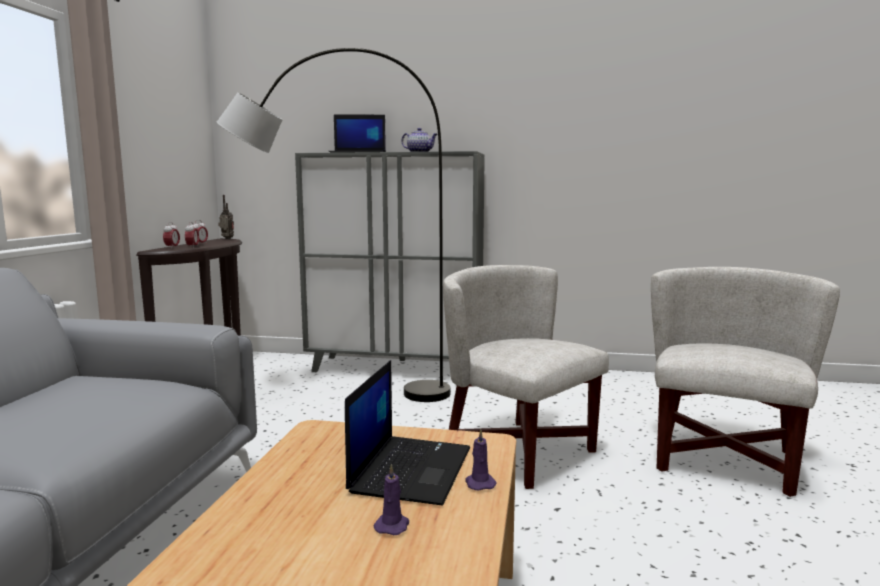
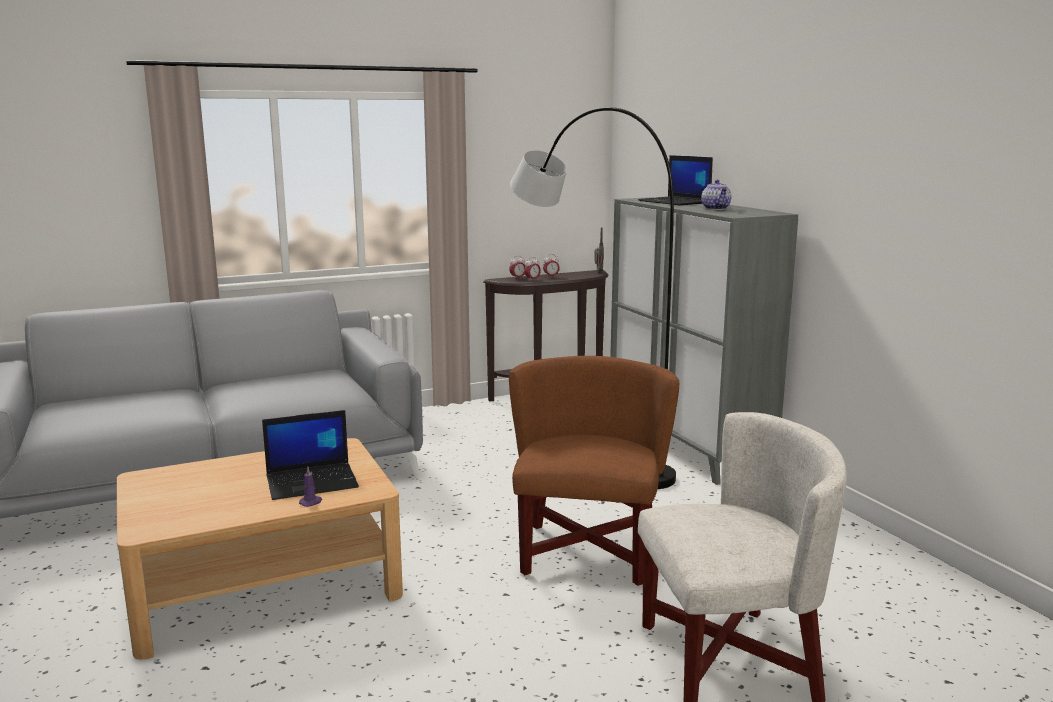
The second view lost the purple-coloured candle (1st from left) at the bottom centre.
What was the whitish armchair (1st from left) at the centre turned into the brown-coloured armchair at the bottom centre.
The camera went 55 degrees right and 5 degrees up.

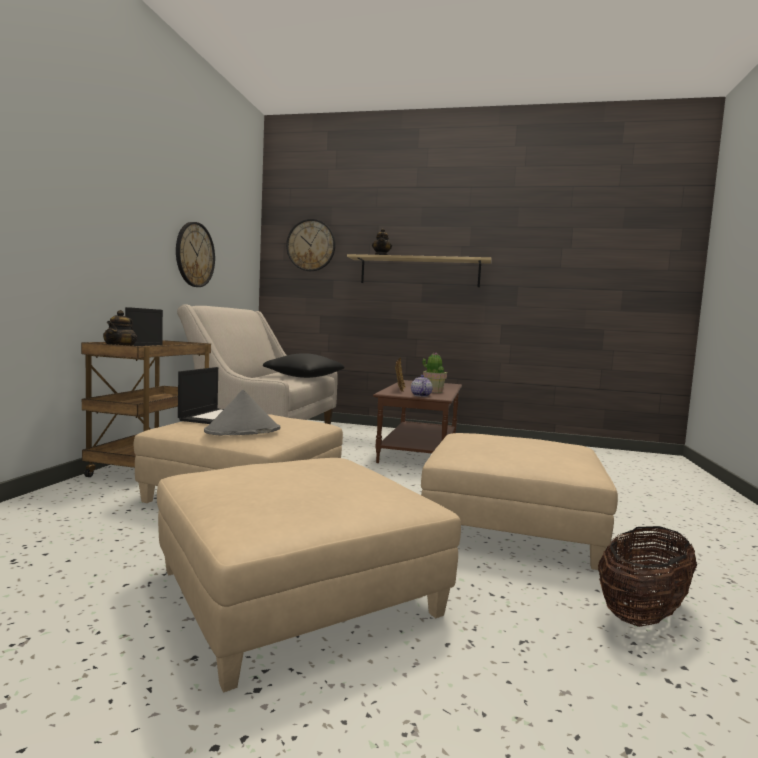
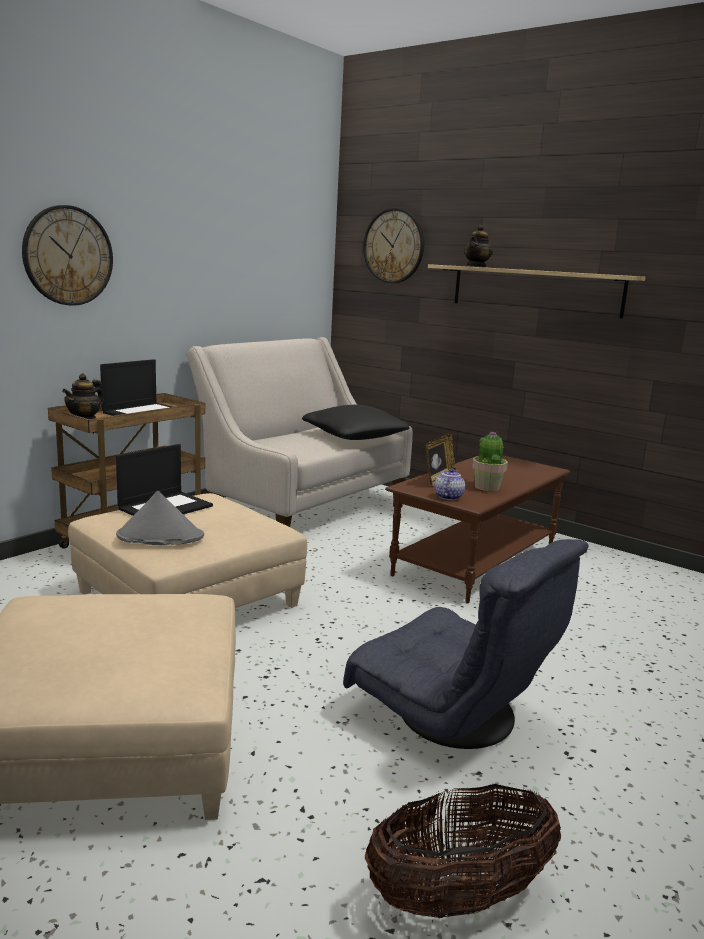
The clock on the wall (1st from left) ended up elsewhere, having gone from the middle left to the top left.
Where the beige ottoman (3rd from left) stood at the middle right, the gray armchair came to stand at the bottom centre.
The camera went 25 degrees right and 10 degrees up.

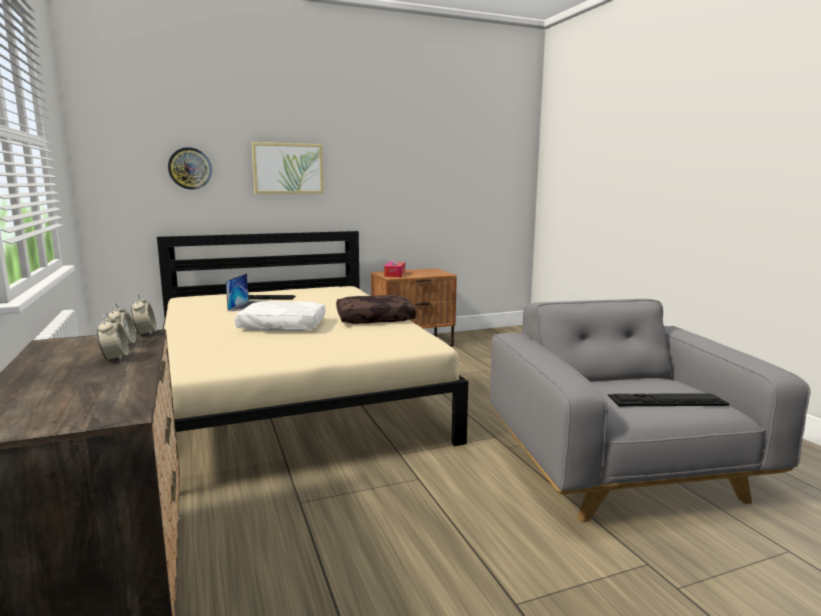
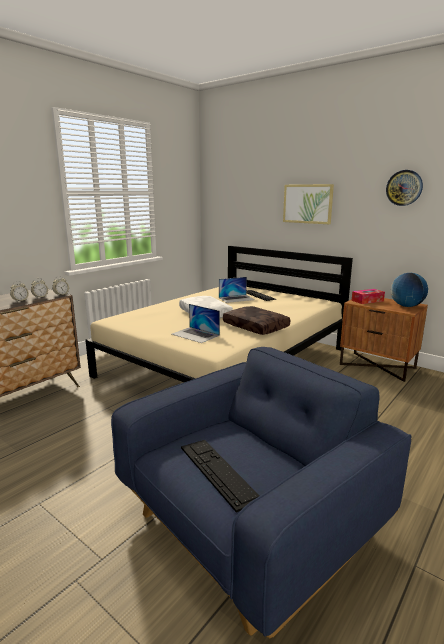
The second view gained the portable computer (1st from left) at the centre.
The second view gained the globe at the middle right.
The clock on the wall ended up elsewhere, having gone from the top left to the top right.
What was the gray armchair at the middle right turned into the blue armchair at the bottom centre.
The camera went 60 degrees right and 5 degrees up.

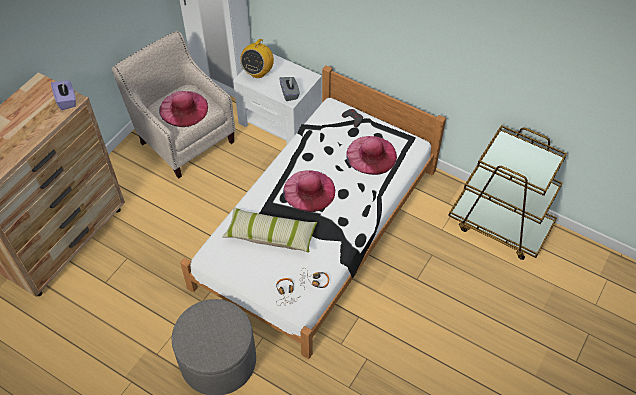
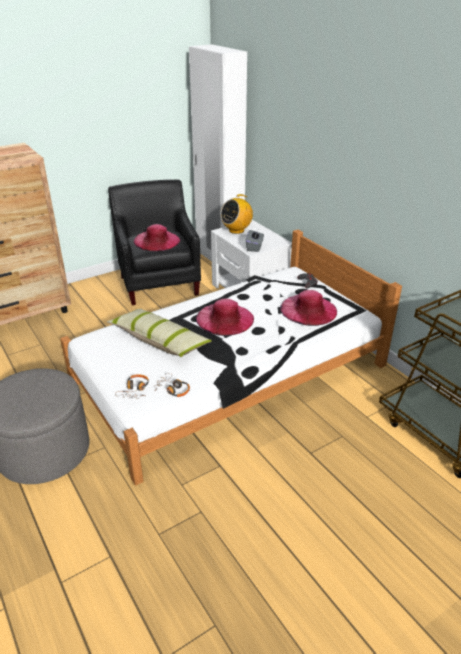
The second view lost the purple-coloured tissue box at the top left.
What was the beige armchair at the top left turned into the black-coloured armchair at the centre.
The camera went 25 degrees right and 20 degrees down.

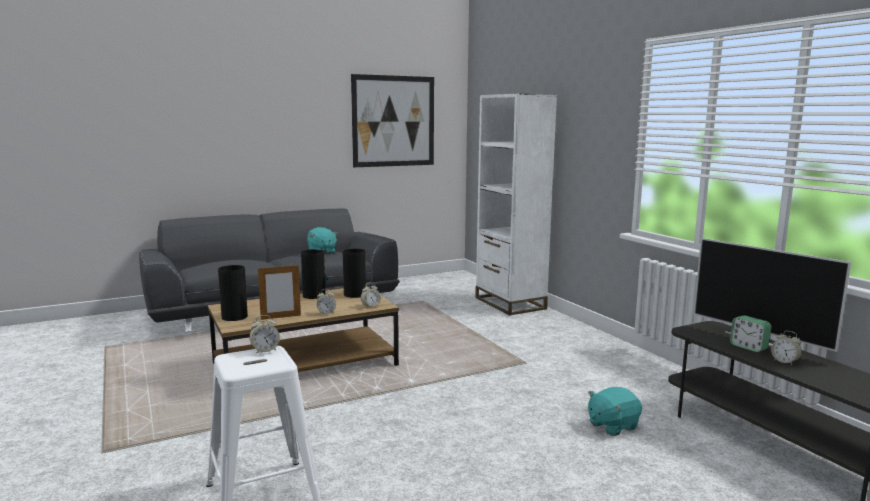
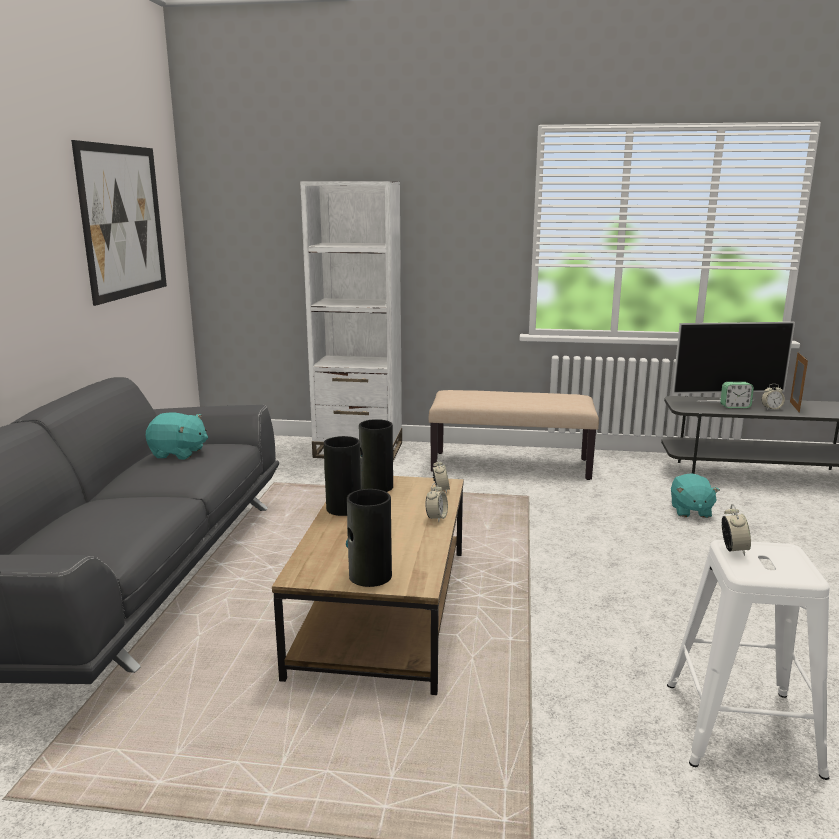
The second view gained the beige indoor bench at the centre.
The standing frame ended up elsewhere, having gone from the middle left to the middle right.
The camera went 55 degrees left and 5 degrees up.

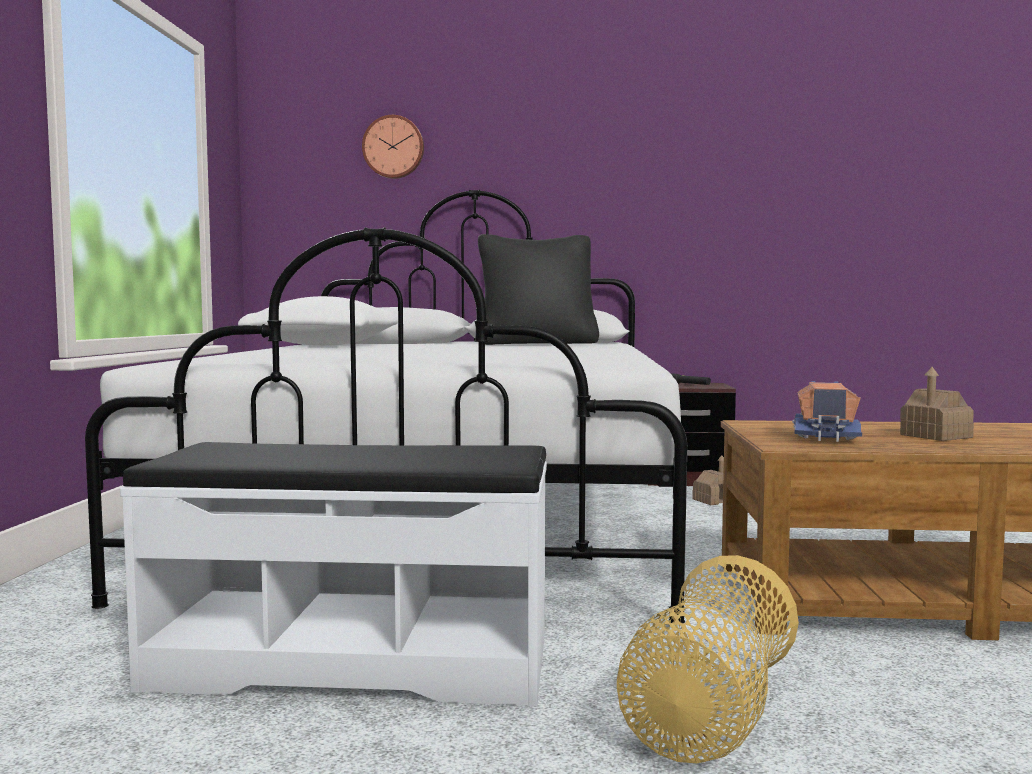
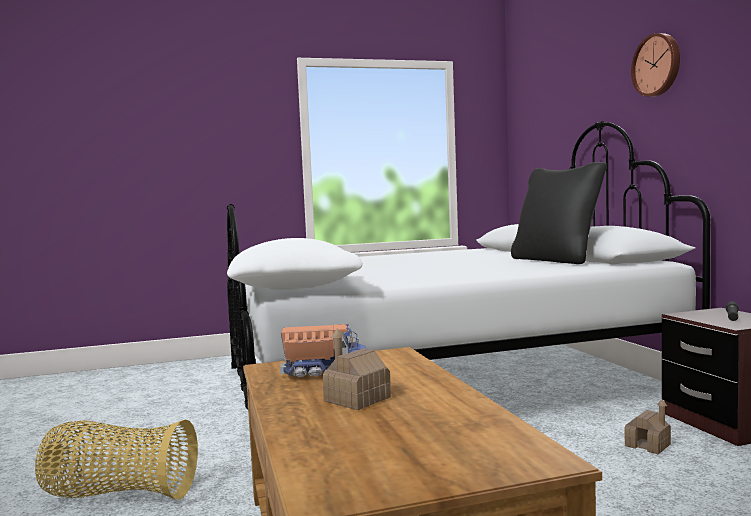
The second view lost the whitish indoor bench at the bottom left.
The whitish throw pillow ended up elsewhere, having gone from the middle left to the centre.
The clock on the wall ended up elsewhere, having gone from the top centre to the top right.
The camera went 70 degrees right and 0 degrees up.

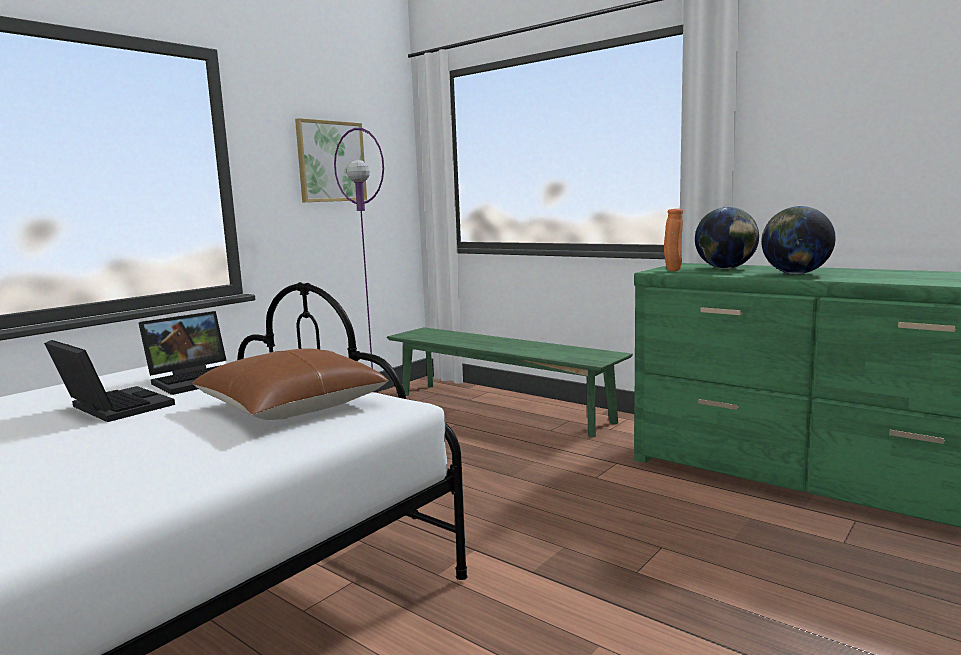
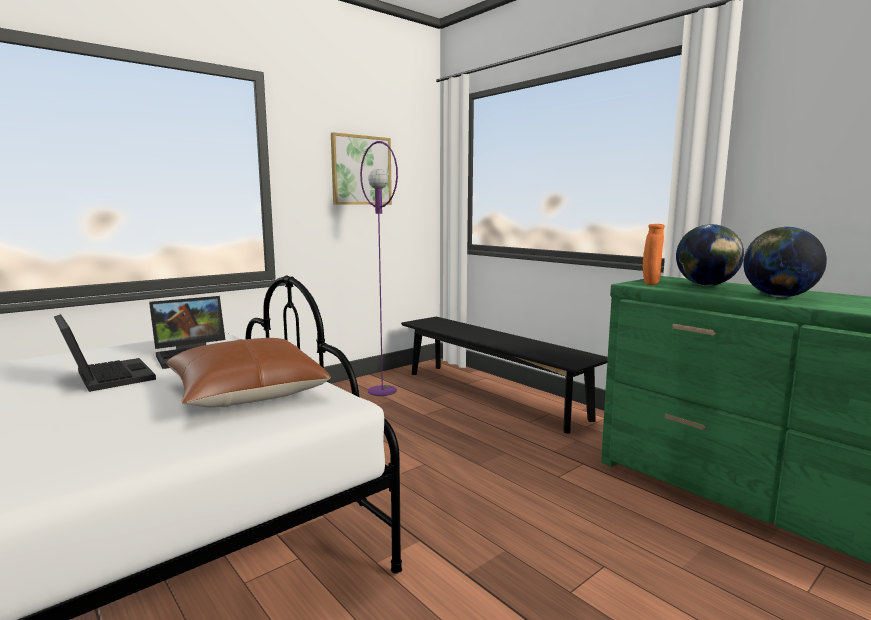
What was the green-coloured indoor bench at the centre turned into the black-coloured indoor bench at the centre.
The camera went 10 degrees right and 0 degrees up.

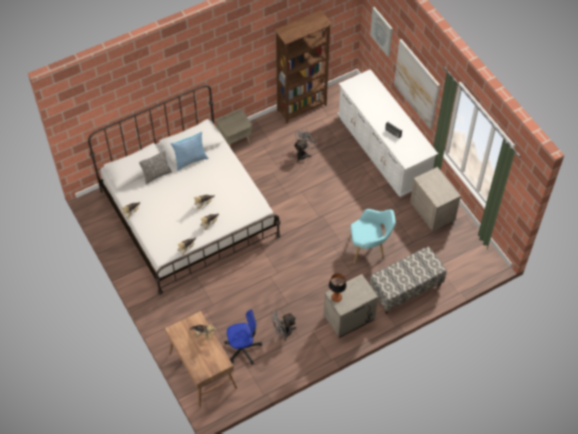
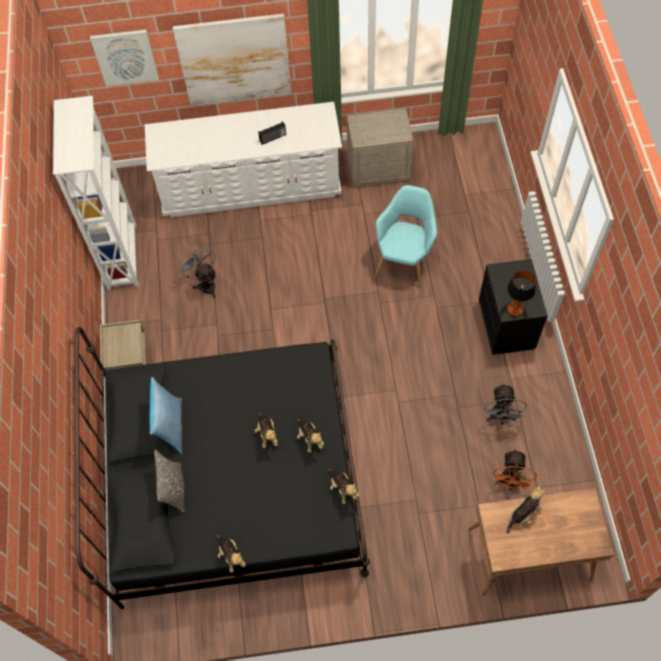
The second view lost the indoor bench at the middle right.
Where the computer chair stood at the bottom centre, the orangey cooling fan came to stand at the bottom right.
What was the whitish sleeping bed at the middle left turned into the black-coloured sleeping bed at the bottom centre.
What was the brown-coloured bookshelf at the top centre turned into the whitish bookshelf at the top left.
What was the beige nightstand (2nd from left) at the bottom centre turned into the black-coloured nightstand at the middle right.
The camera went 65 degrees left and 5 degrees up.

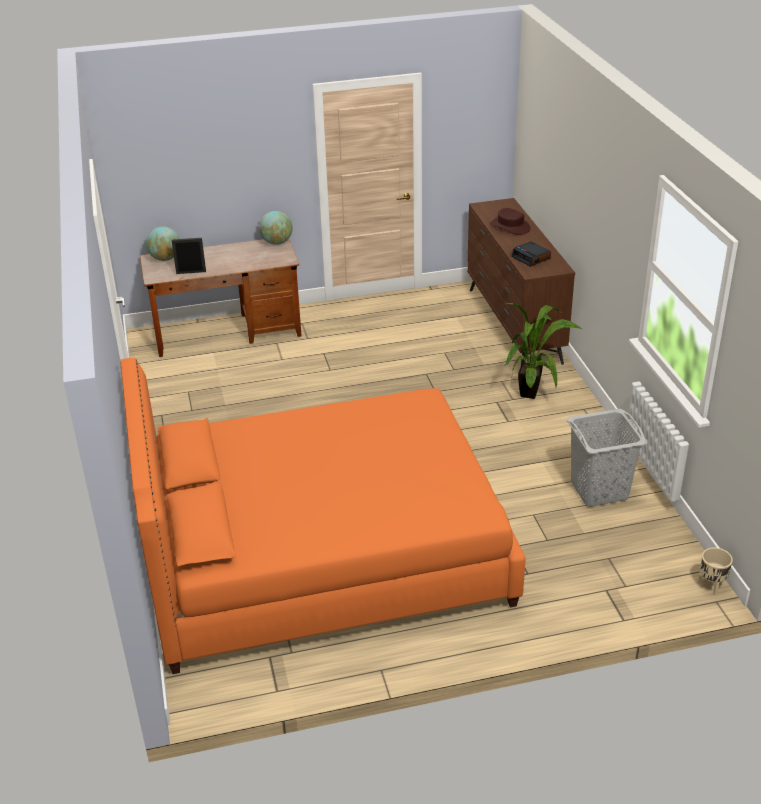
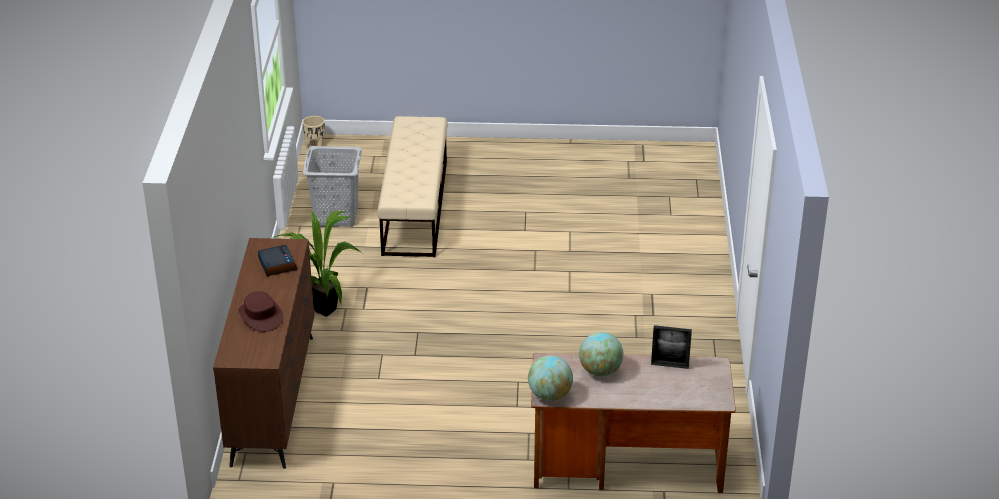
The second view lost the orangey sleeping bed at the centre.
The second view gained the beige indoor bench at the centre.
The globe (1st from left in the first image) ended up elsewhere, having gone from the top left to the bottom centre.
The camera went 165 degrees left and 0 degrees up.

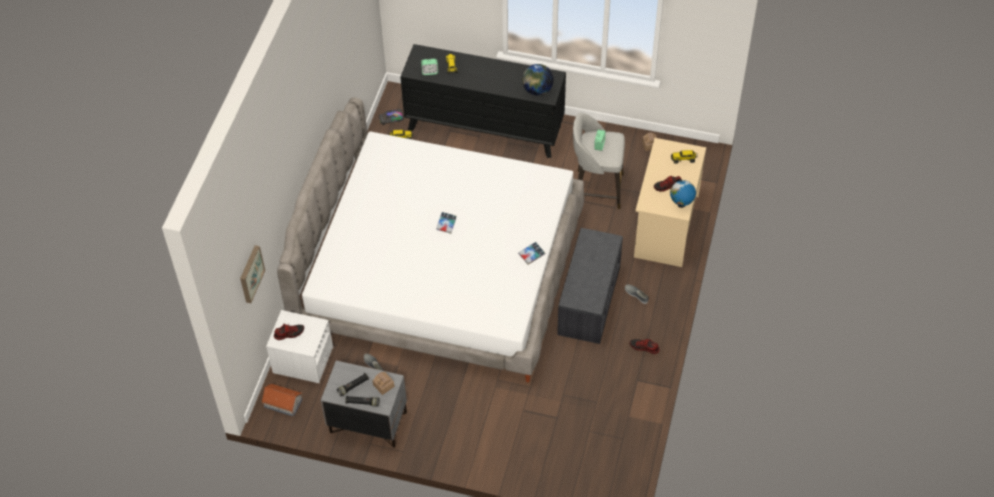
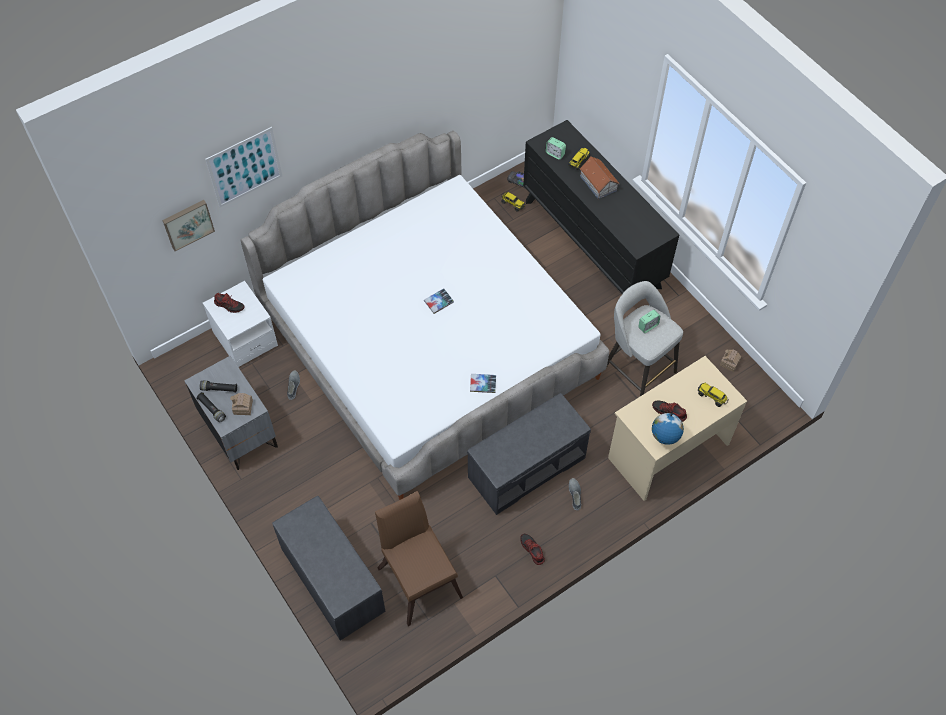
The second view lost the globe (1st from left) at the top centre.
The second view gained the wall picture (2nd from left) at the top left.
The second view gained the gray indoor bench (1st from left) at the bottom centre.
The second view gained the brown-coloured plain chair at the bottom centre.
The miniature house (1st from left in the first image) ended up elsewhere, having gone from the bottom left to the top centre.
The camera went 40 degrees right and 5 degrees up.

